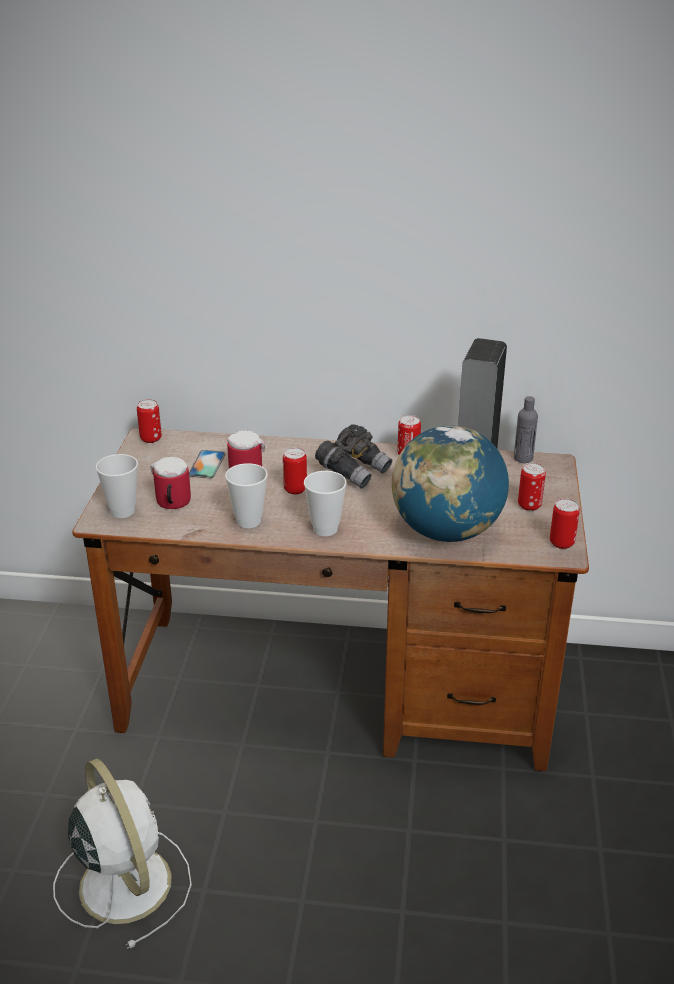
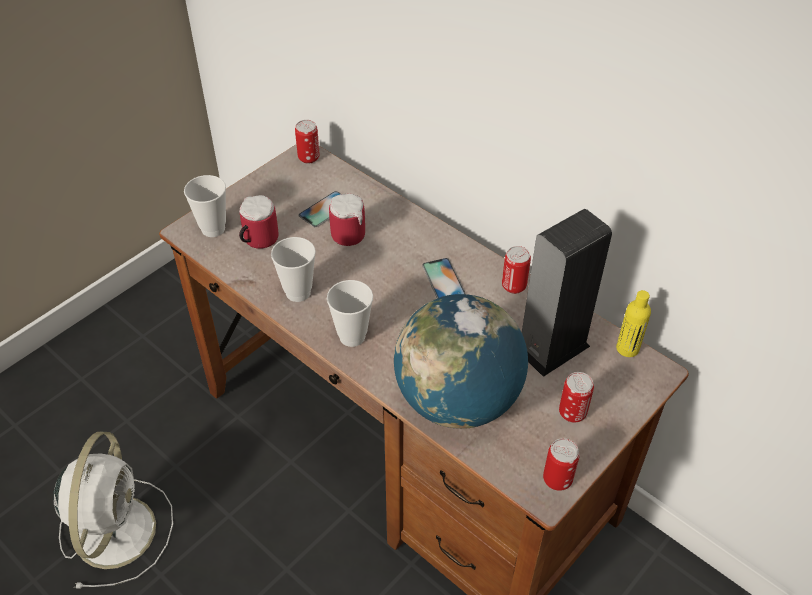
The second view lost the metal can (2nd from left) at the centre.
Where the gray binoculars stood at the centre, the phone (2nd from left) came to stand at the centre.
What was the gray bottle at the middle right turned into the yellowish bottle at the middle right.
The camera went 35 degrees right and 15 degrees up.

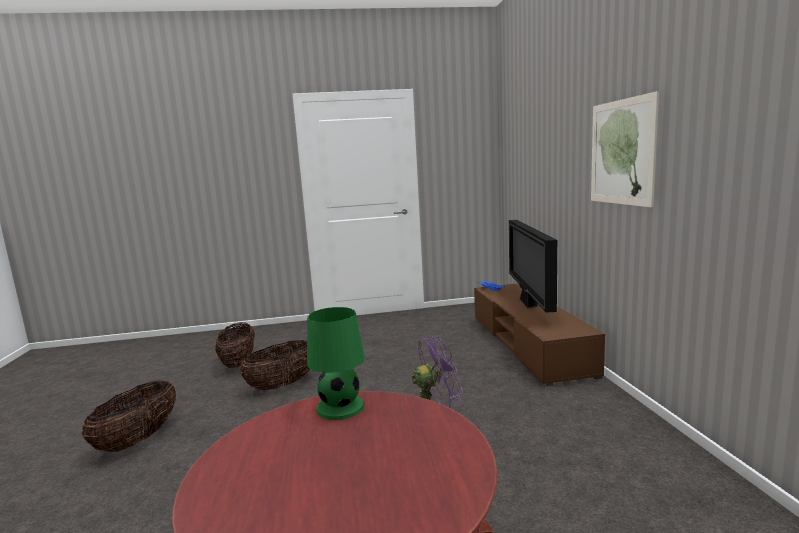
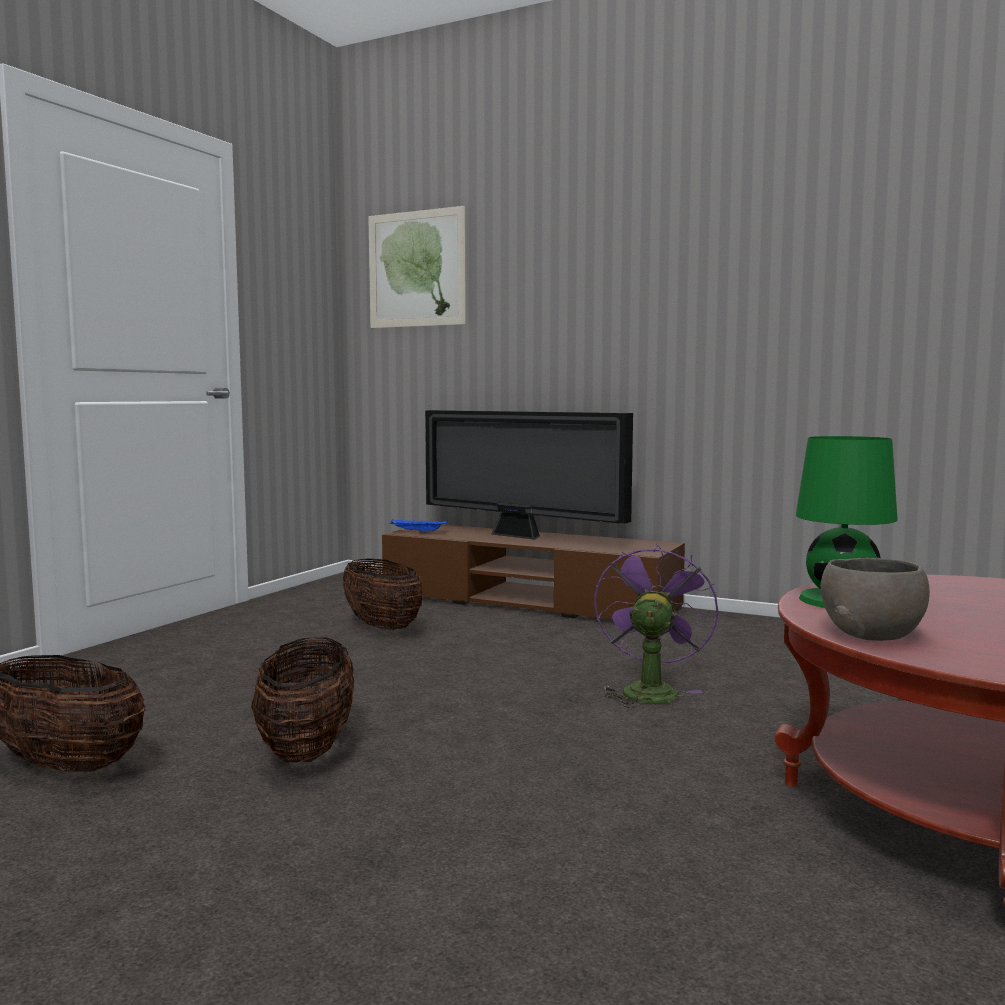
The second view gained the gray bowl at the middle right.
The basket (1st from left in the first image) ended up elsewhere, having gone from the bottom left to the centre.
The wall picture ended up elsewhere, having gone from the top right to the top centre.
The camera went 55 degrees left and 5 degrees down.

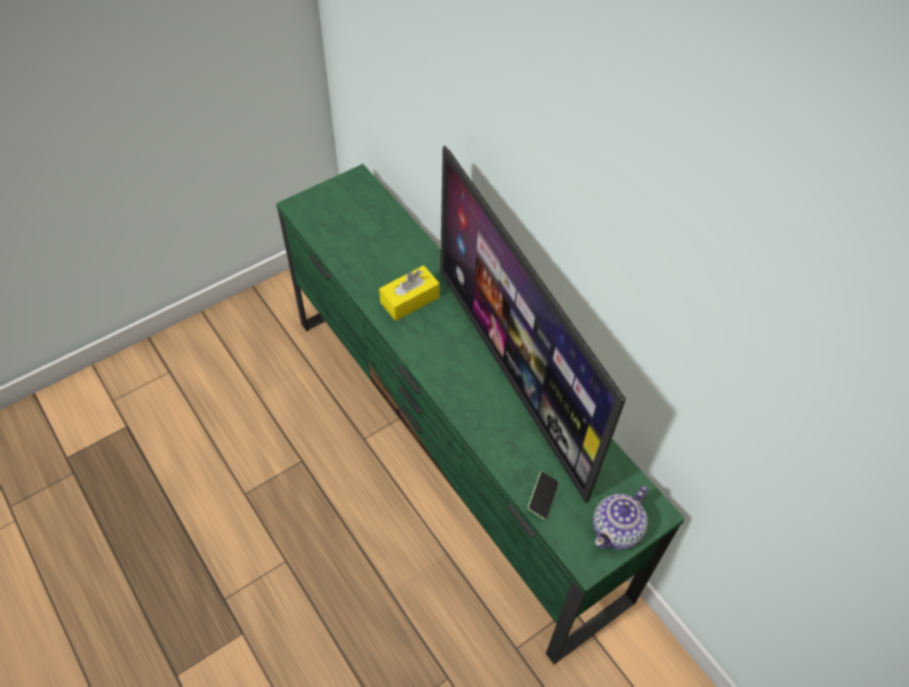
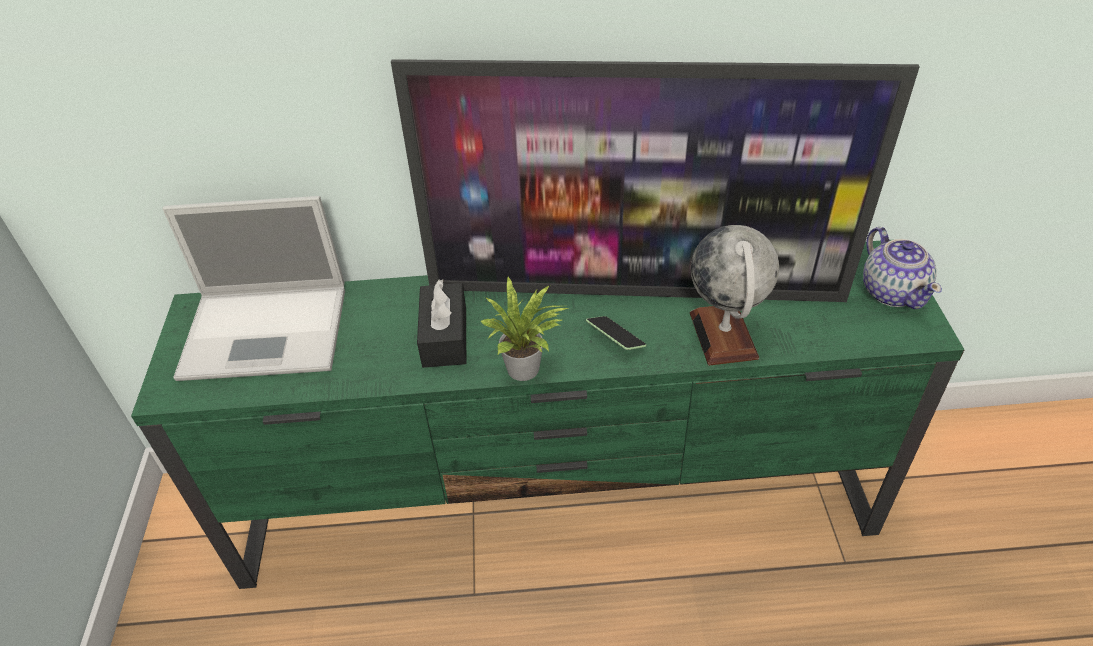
The second view gained the portable computer at the middle left.
The second view gained the potted plant at the centre.
The second view gained the globe at the middle right.
The phone ended up elsewhere, having gone from the bottom centre to the centre.
What was the yellowish tissue box at the centre turned into the black-coloured tissue box at the centre.
The camera went 55 degrees left and 10 degrees down.

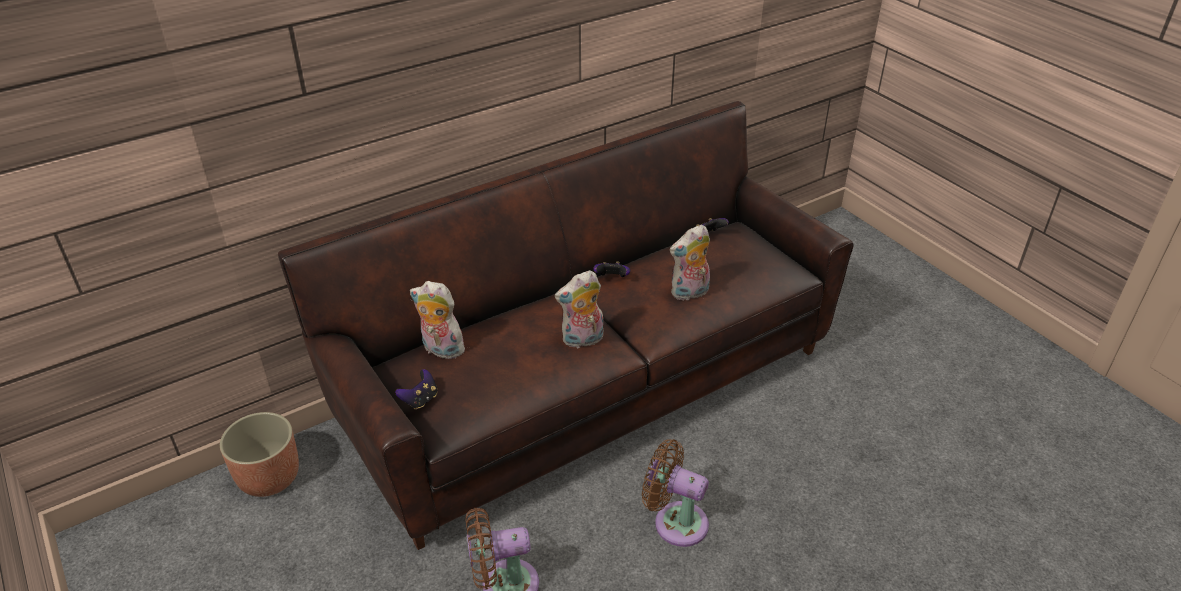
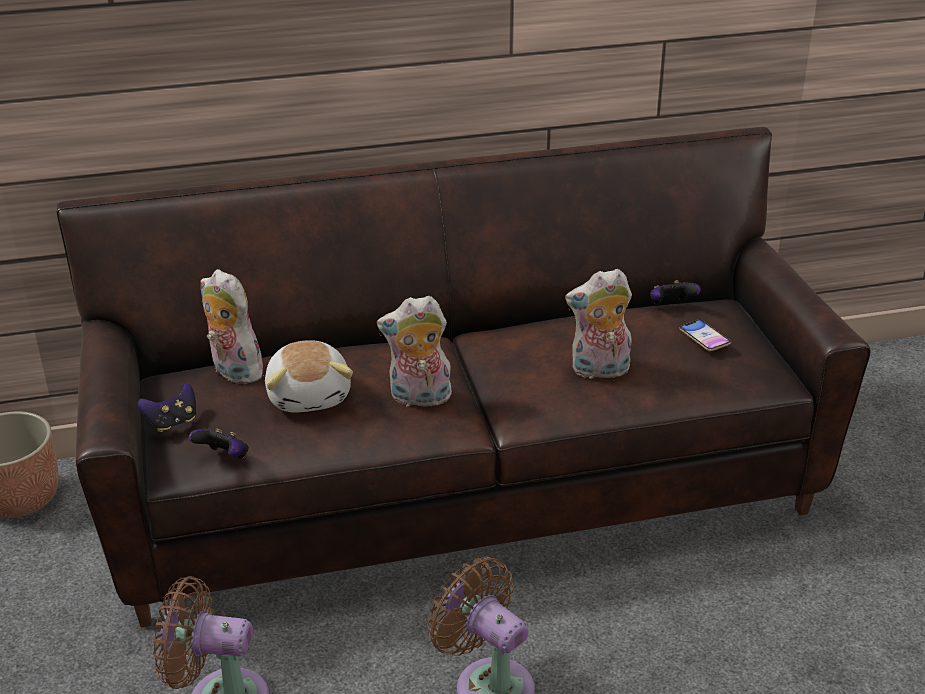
The second view gained the soft toy (2nd from left) at the centre.
The second view gained the phone at the middle right.
The gamepad (2nd from left) ended up elsewhere, having gone from the centre to the middle left.
The camera went 20 degrees right and 5 degrees down.

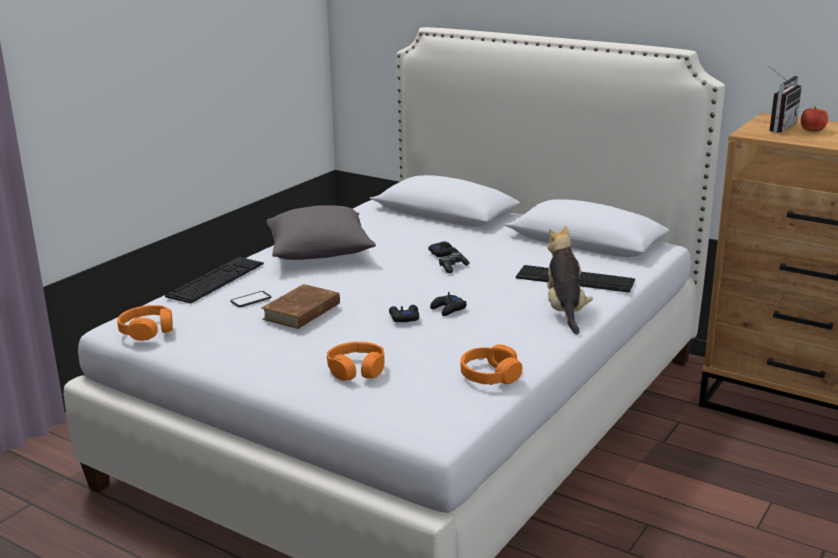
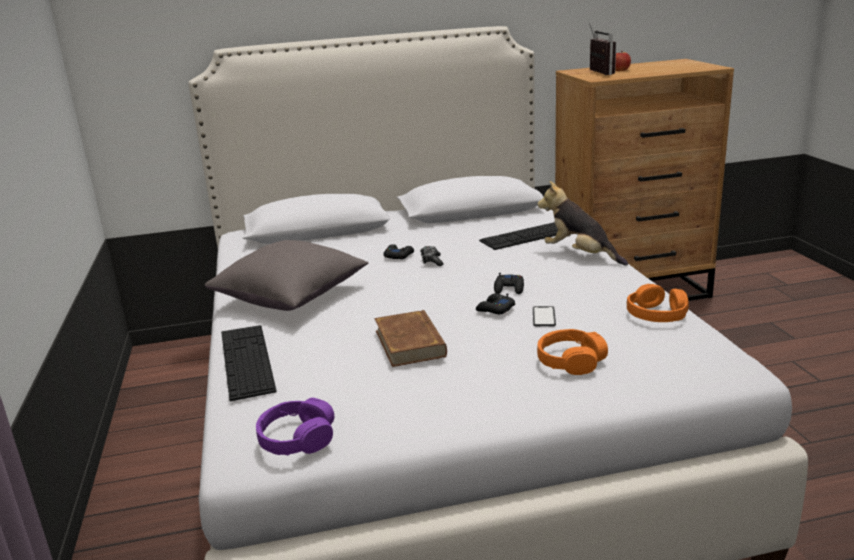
The phone ended up elsewhere, having gone from the middle left to the centre.
What was the orangey headset (1st from left) at the middle left turned into the purple-coloured headset at the bottom centre.
The camera went 45 degrees left and 0 degrees up.

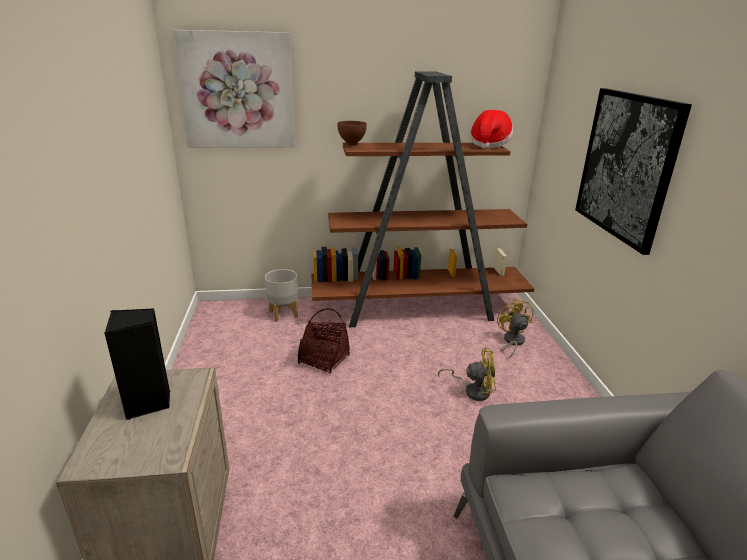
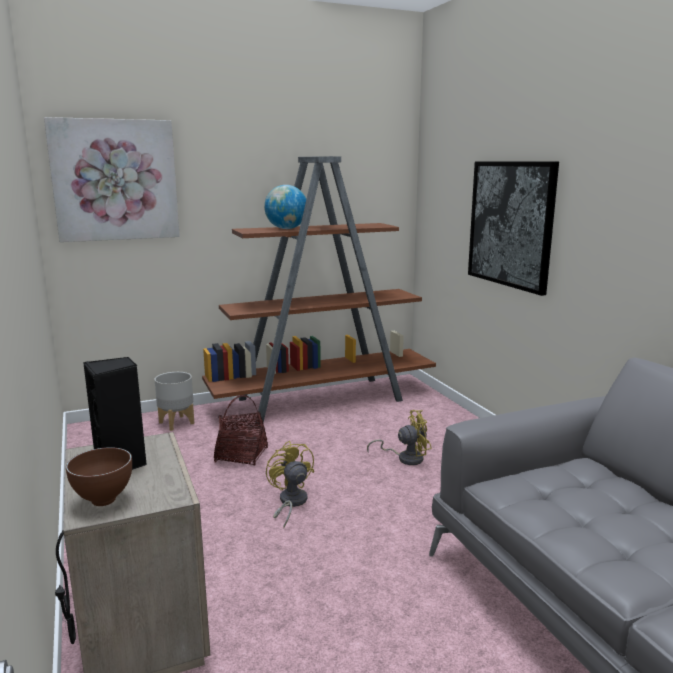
The second view lost the wearable hat at the top centre.
The second view gained the globe at the top centre.
The brown-coloured bowl ended up elsewhere, having gone from the top centre to the bottom left.
The yellowish cooling fan (2nd from left in the first image) ended up elsewhere, having gone from the middle right to the bottom centre.
The camera went 15 degrees left and 10 degrees down.

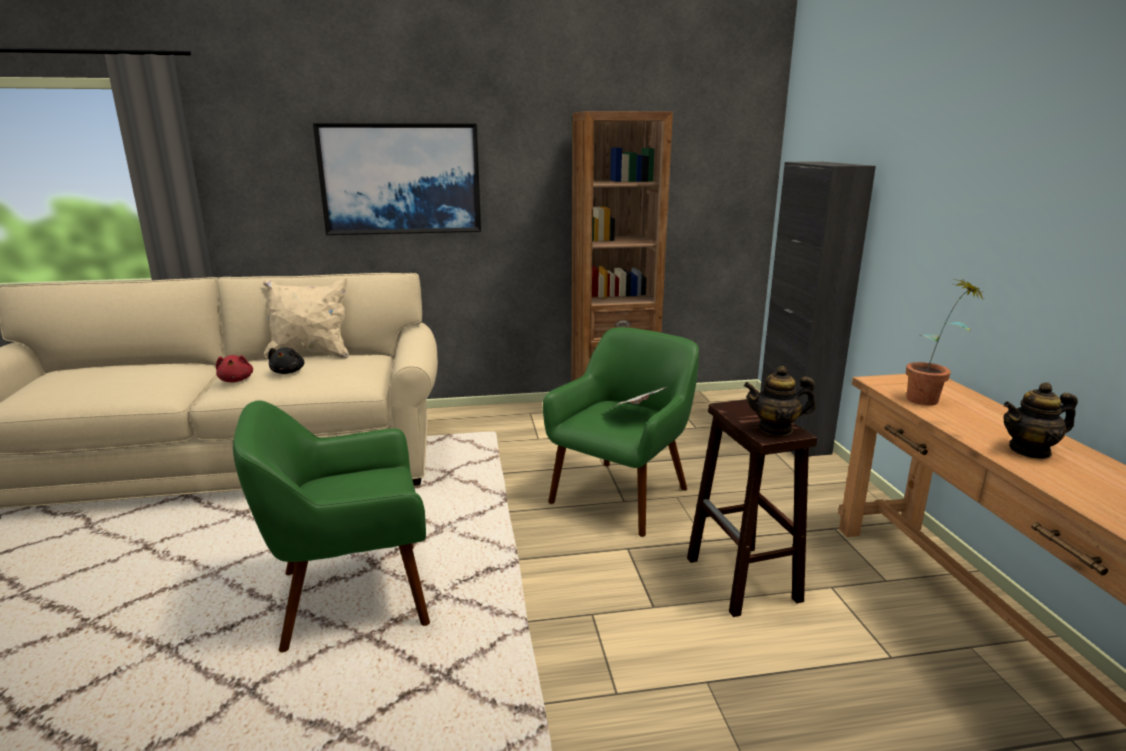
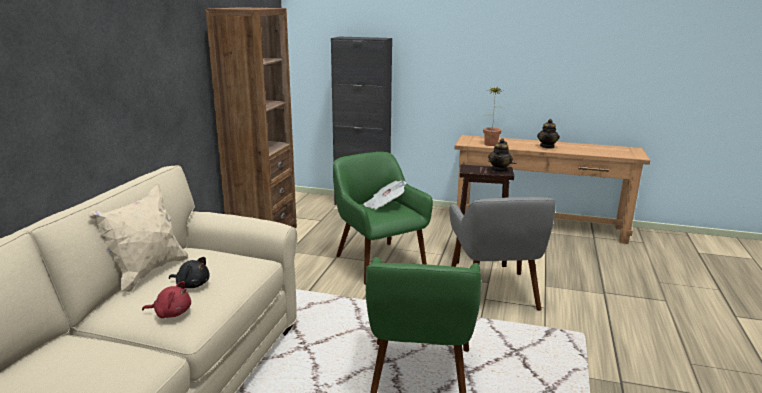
The second view lost the wall picture at the top centre.
The second view gained the gray armchair at the centre.
The camera went 65 degrees left and 0 degrees up.

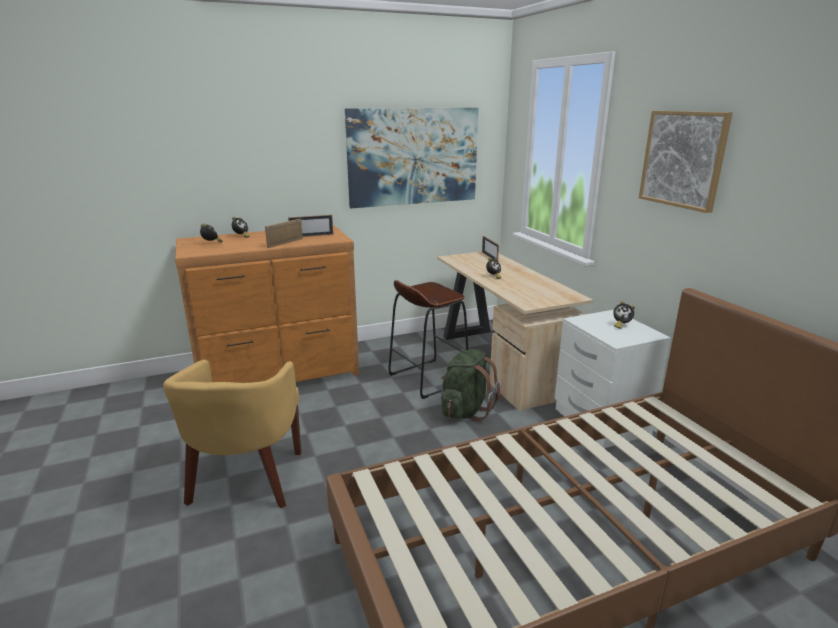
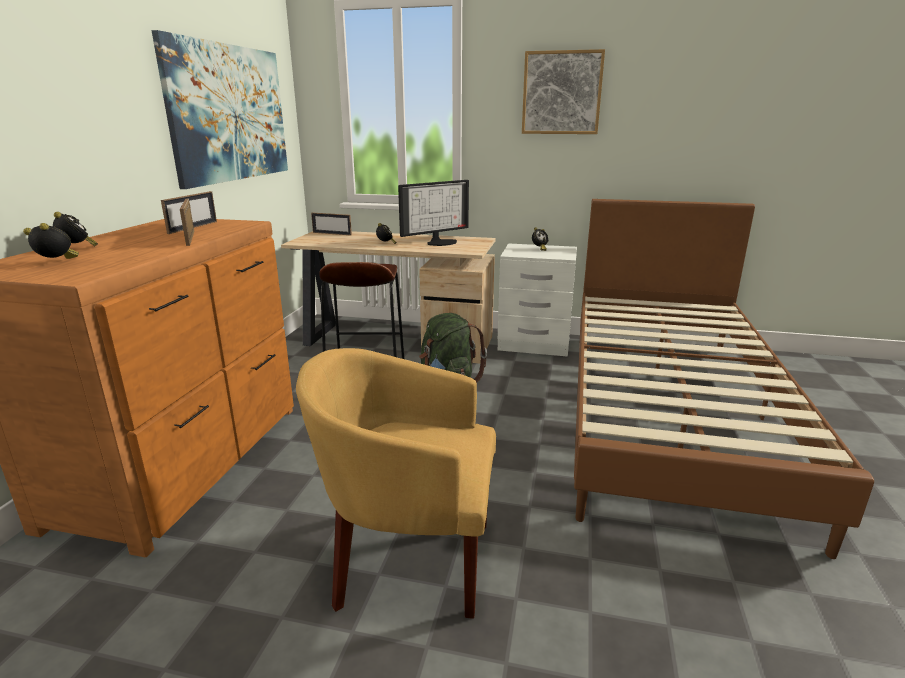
The second view gained the computer display at the top centre.
The yellowish armchair at the bottom left ended up facing another way, 150 degrees clockwise from before.
The camera went 55 degrees left and 0 degrees up.

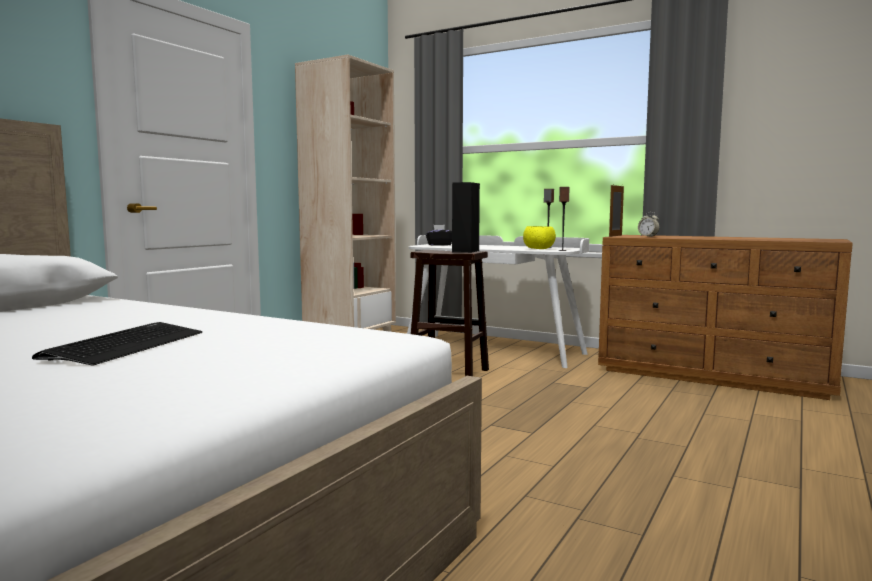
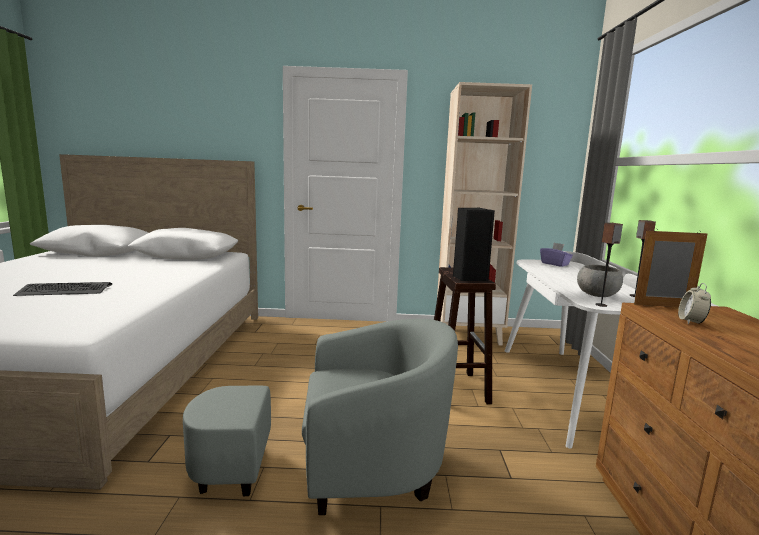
The second view gained the gray armchair at the bottom centre.
What was the black-coloured tissue box at the centre turned into the purple-coloured tissue box at the middle right.
What was the yellowish bowl at the centre turned into the gray bowl at the middle right.
The camera went 60 degrees right and 5 degrees up.

